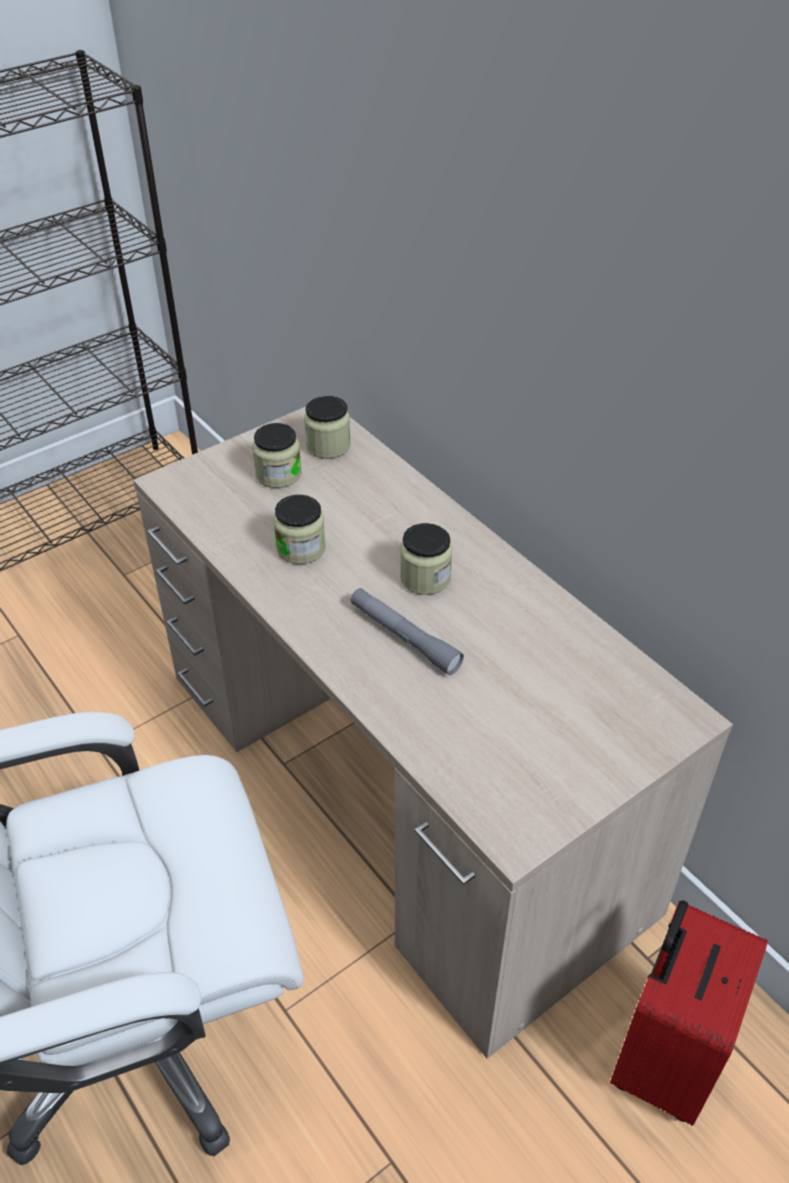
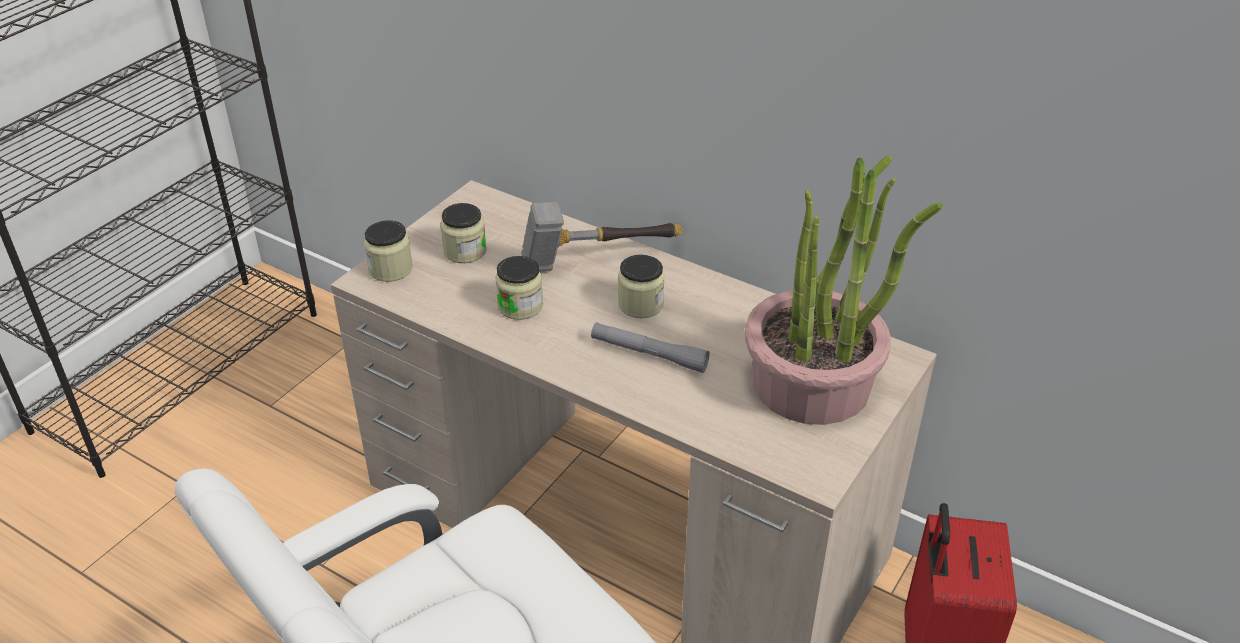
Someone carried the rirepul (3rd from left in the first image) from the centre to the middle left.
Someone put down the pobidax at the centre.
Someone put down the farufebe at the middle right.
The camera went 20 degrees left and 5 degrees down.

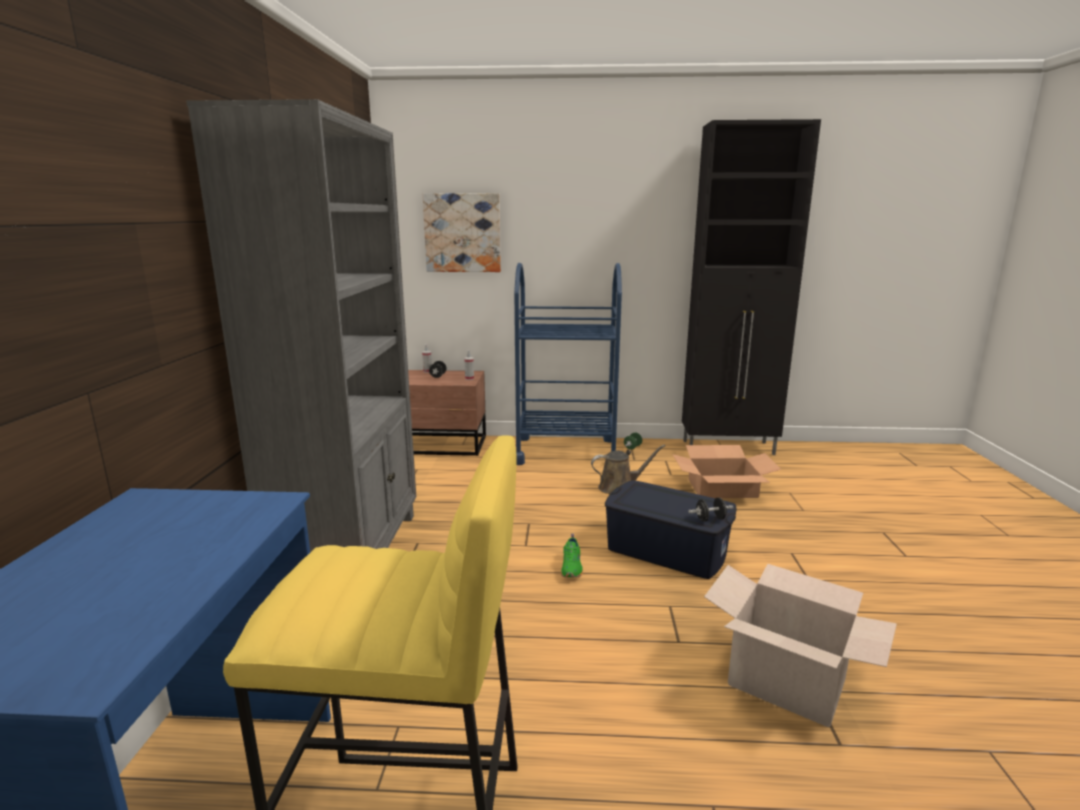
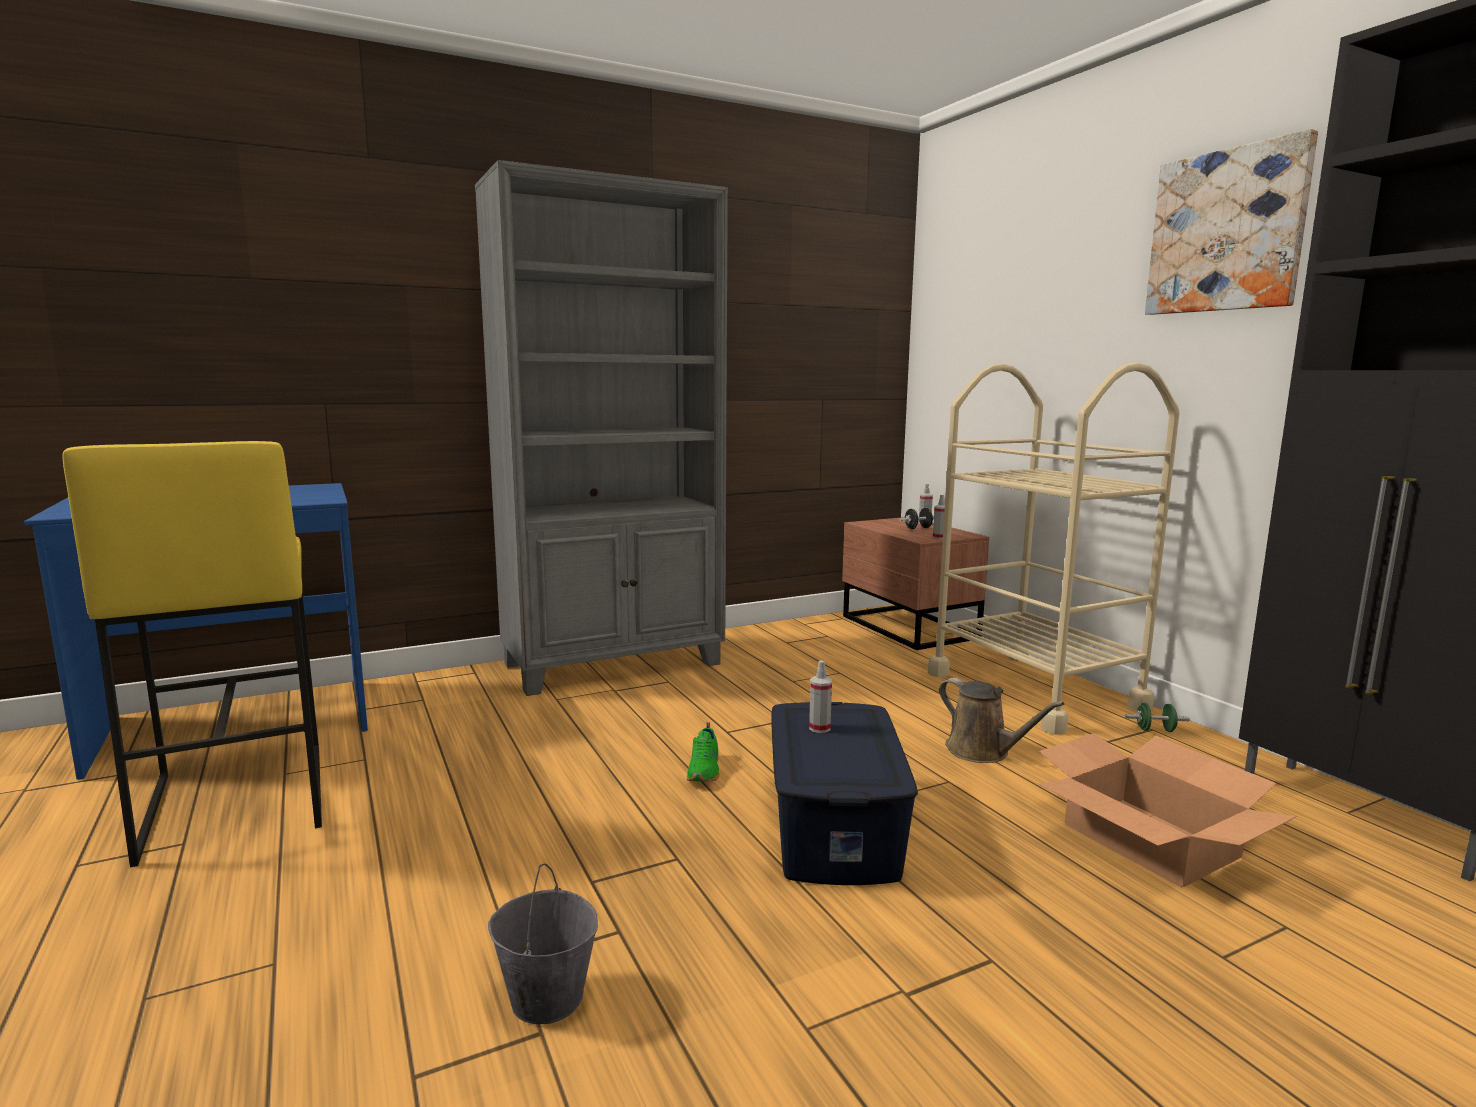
Someone swapped the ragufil (2nd from left) at the bottom right for the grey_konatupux at the bottom centre.
Someone rotated the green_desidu at the bottom centre by 60 degrees counterclockwise.
Someone put down the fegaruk (1st from left) at the centre.
Someone repainted the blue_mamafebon at the centre, which became the beige_mamafebon at the middle right.
Someone carried the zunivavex from the top centre to the top right.
Someone took away the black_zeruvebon (2nd from left) at the centre.
The camera went 60 degrees right and 5 degrees down.

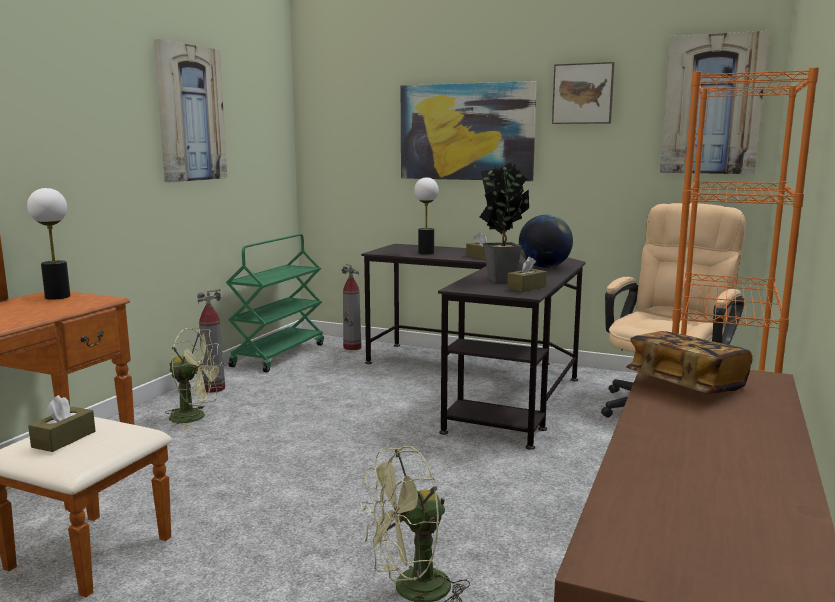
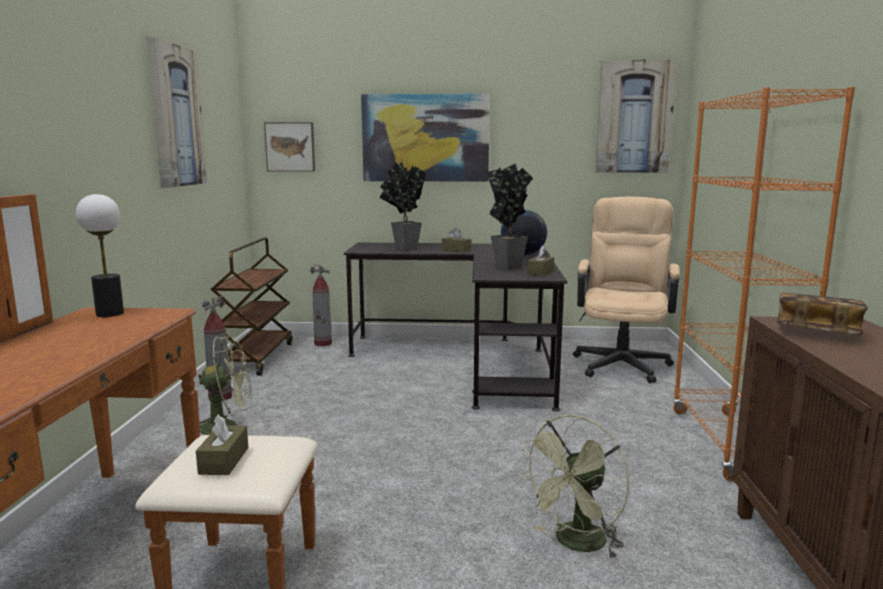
Someone repainted the green_mamafebon at the middle left, which became the brown_mamafebon at the middle left.
Someone carried the zunivavex (3rd from left in the first image) from the top right to the top left.
Someone swapped the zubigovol (2nd from left) at the centre for the farufebe (1st from left) at the centre.
The camera went 20 degrees left and 0 degrees up.

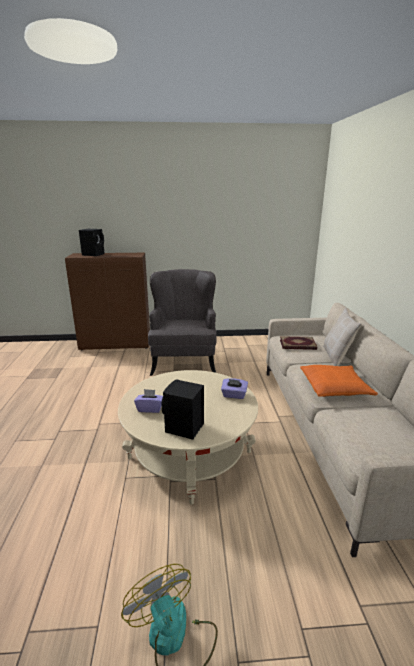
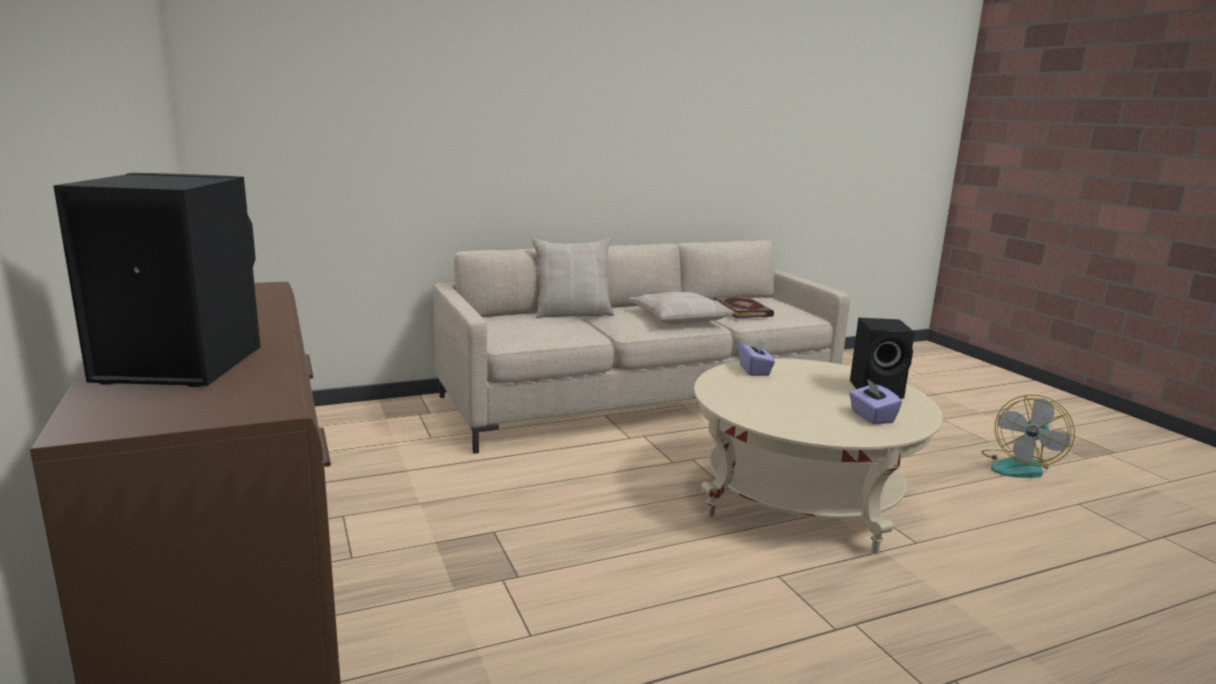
Someone repainted the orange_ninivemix at the middle right, which became the beige_ninivemix (2nd from left) at the centre.
Someone carried the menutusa from the middle right to the centre.
Someone took away the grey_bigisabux at the centre.
The camera went 110 degrees left and 5 degrees down.

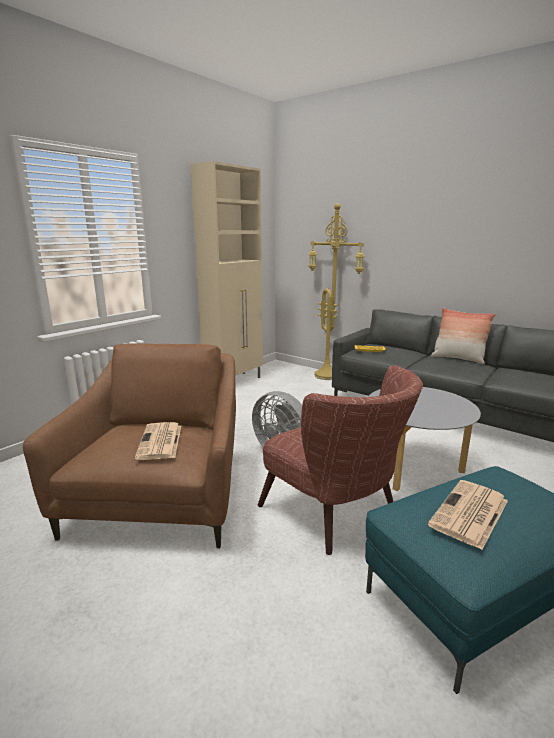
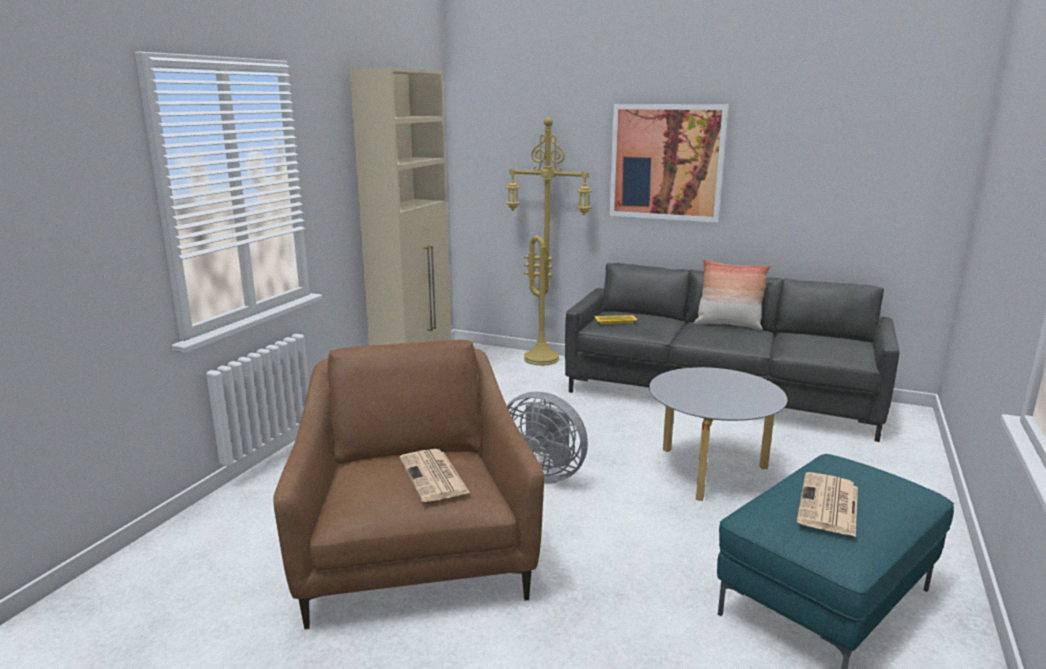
Someone put up the zunivavex at the top centre.
Someone took away the brown_bigisabux (2nd from left) at the centre.
The camera went 15 degrees left and 0 degrees up.

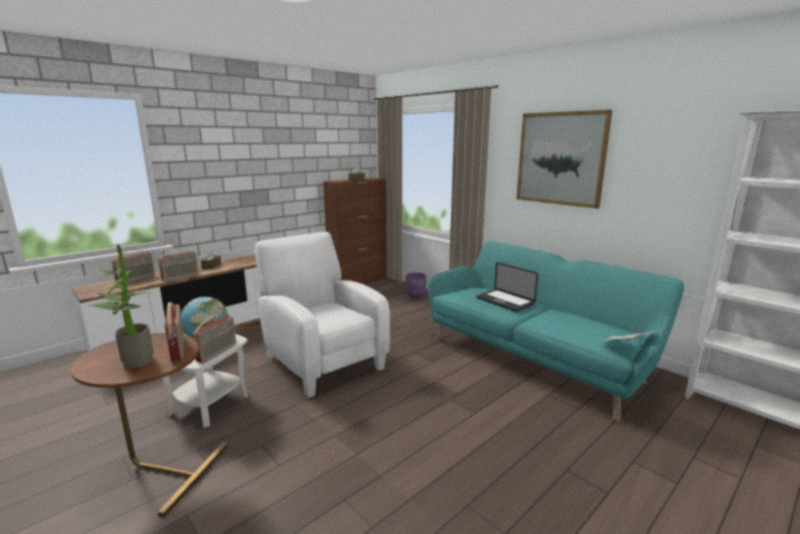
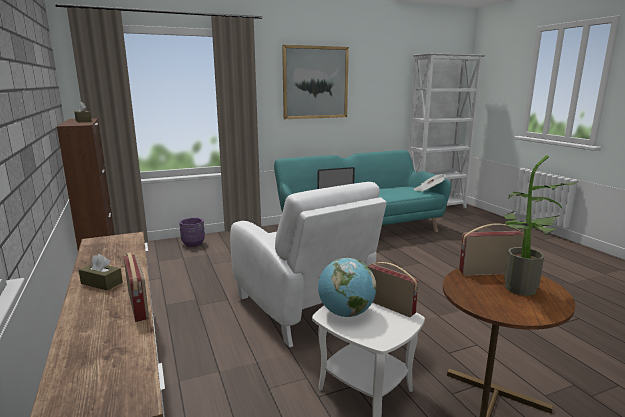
Someone rotated the white_bigisabux at the centre by 105 degrees counterclockwise.
Someone took away the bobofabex (1st from left) at the middle left.
The camera went 70 degrees left and 0 degrees up.

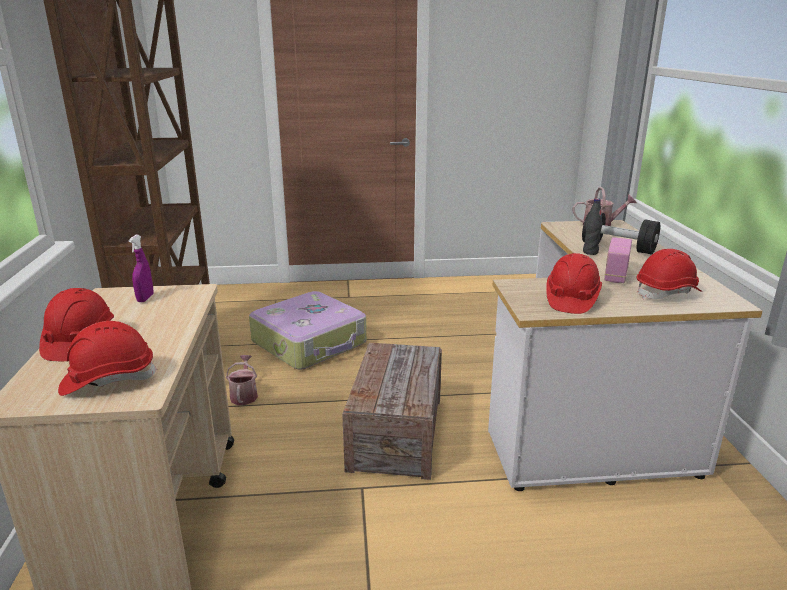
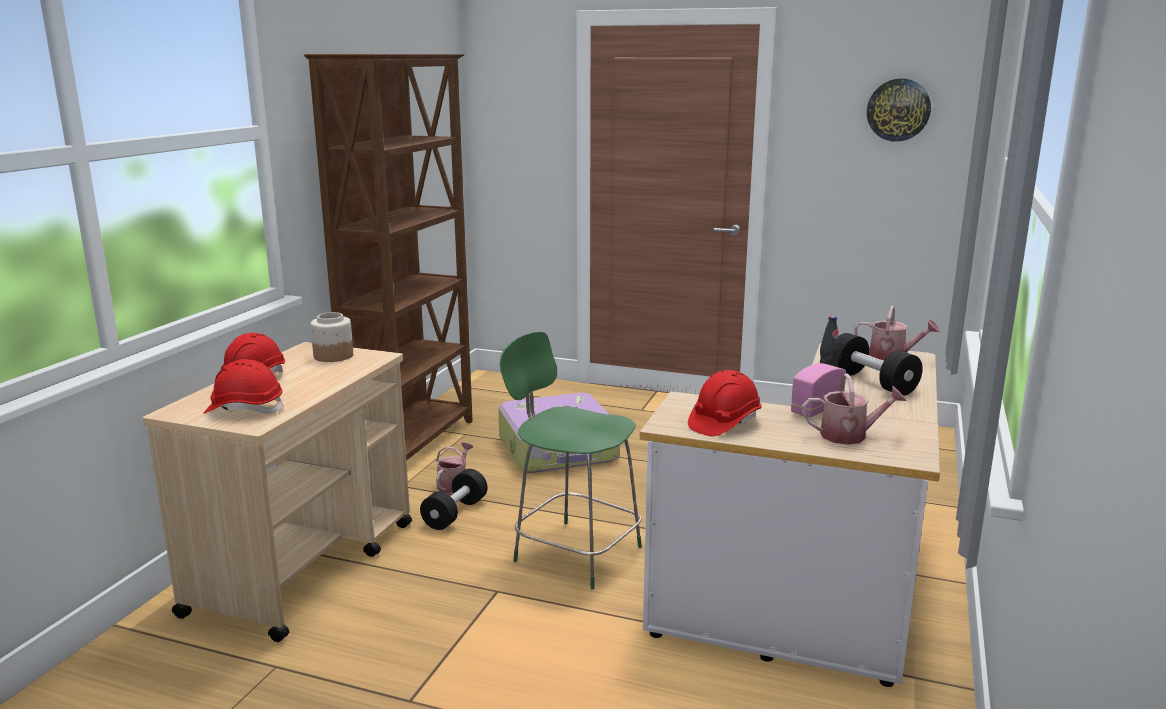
Someone swapped the purple_fegaruk at the middle left for the rirepul at the middle left.
Someone put down the black_zeruvebon (1st from left) at the bottom centre.
Someone swapped the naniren at the bottom centre for the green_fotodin at the centre.
Someone swapped the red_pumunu (4th from left) at the middle right for the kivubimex (2nd from left) at the middle right.
Someone put up the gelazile at the top right.
The camera went 25 degrees right and 5 degrees down.

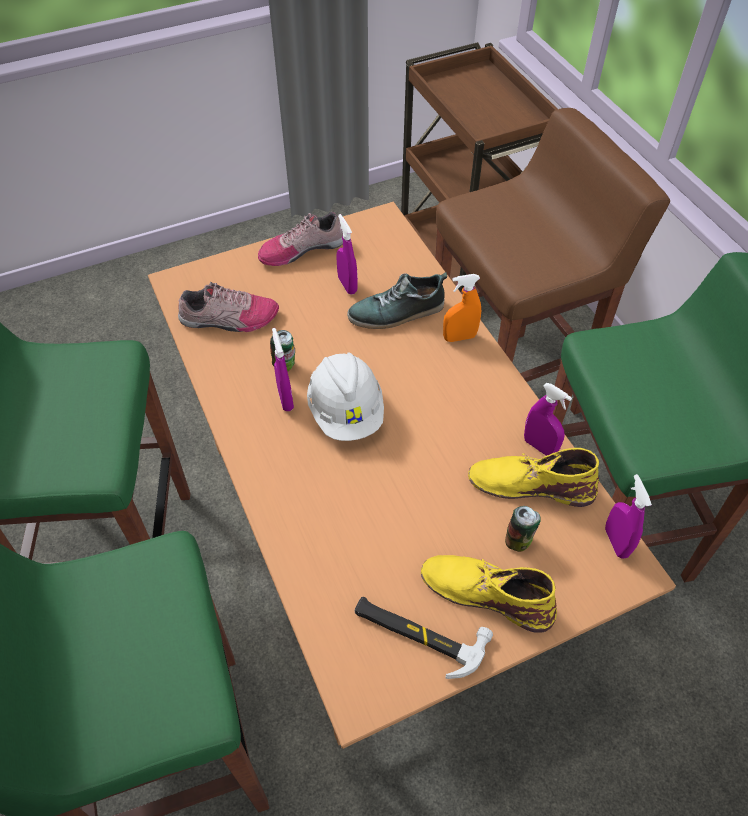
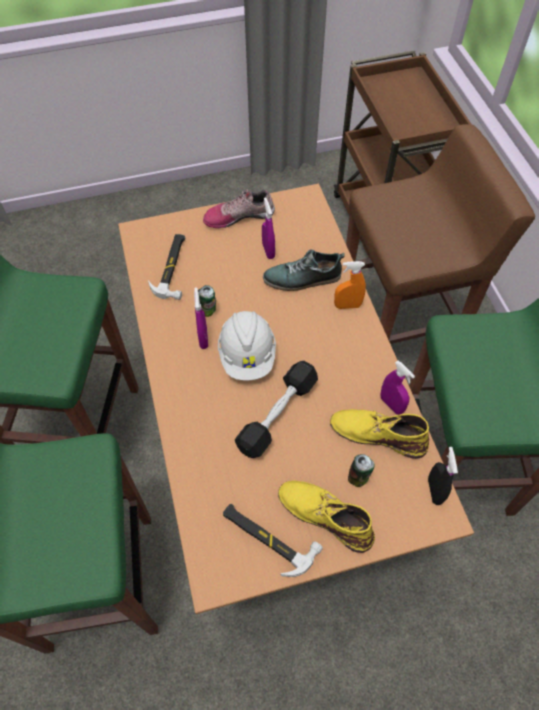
Someone swapped the desidu (1st from left) at the middle left for the pobidax (1st from left) at the middle left.
Someone put down the black_zeruvebon at the centre.
Someone repainted the purple_fegaruk (4th from left) at the middle right, which became the black_fegaruk at the bottom right.
The camera went 10 degrees right and 5 degrees up.

